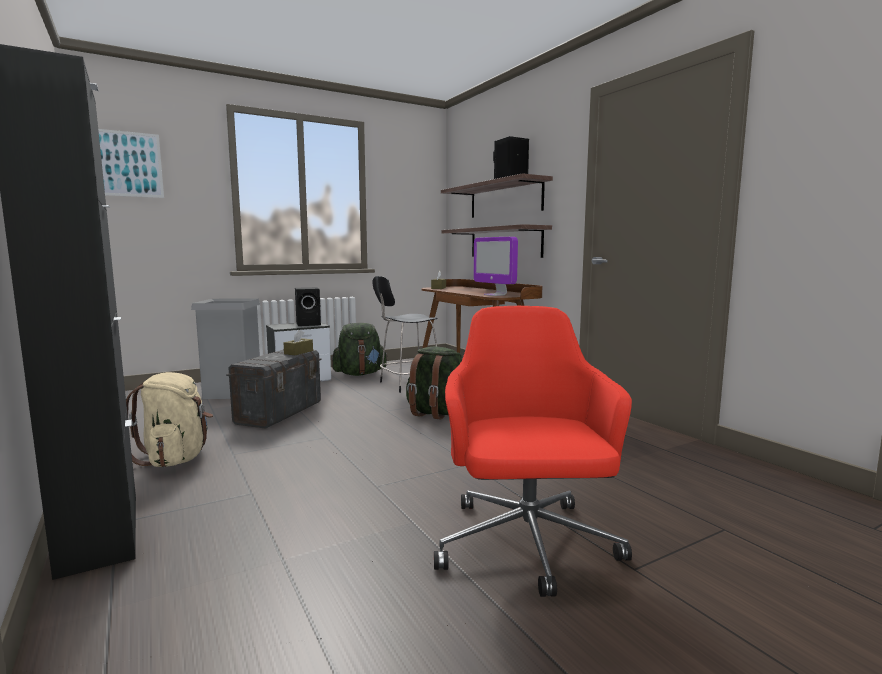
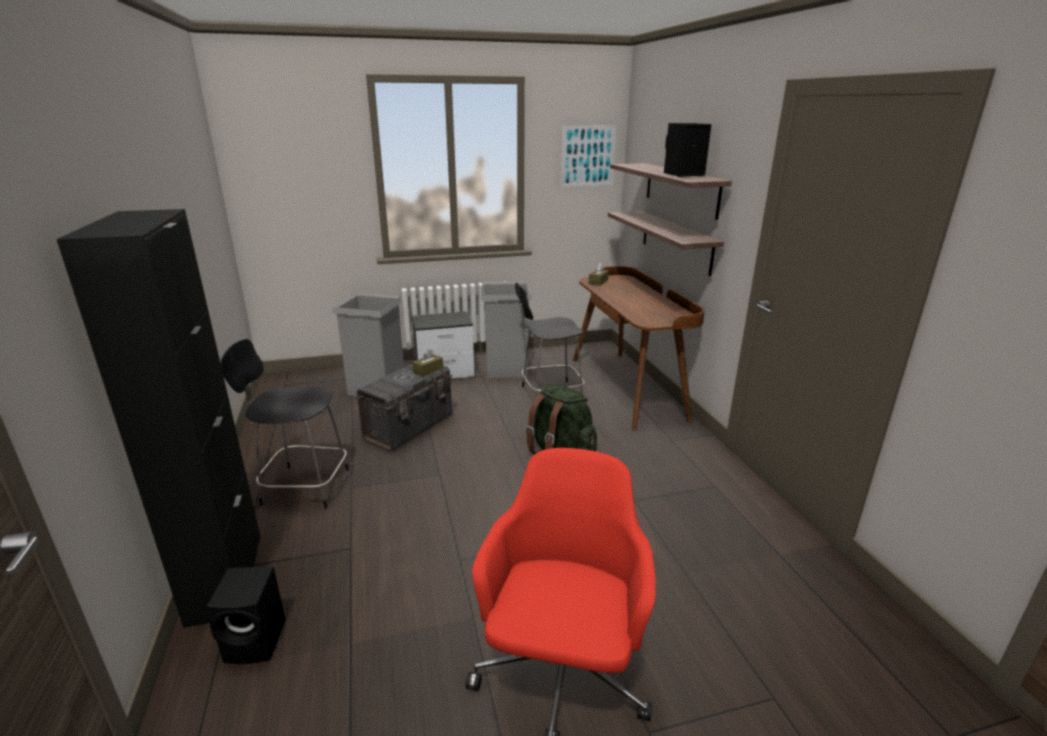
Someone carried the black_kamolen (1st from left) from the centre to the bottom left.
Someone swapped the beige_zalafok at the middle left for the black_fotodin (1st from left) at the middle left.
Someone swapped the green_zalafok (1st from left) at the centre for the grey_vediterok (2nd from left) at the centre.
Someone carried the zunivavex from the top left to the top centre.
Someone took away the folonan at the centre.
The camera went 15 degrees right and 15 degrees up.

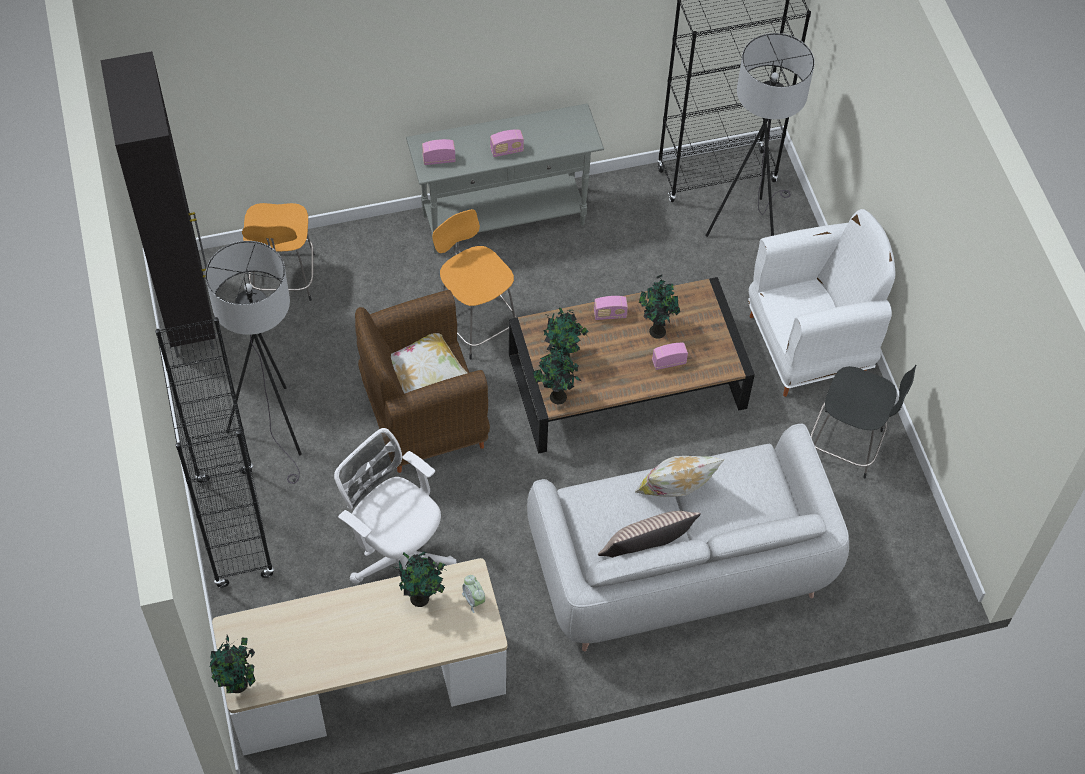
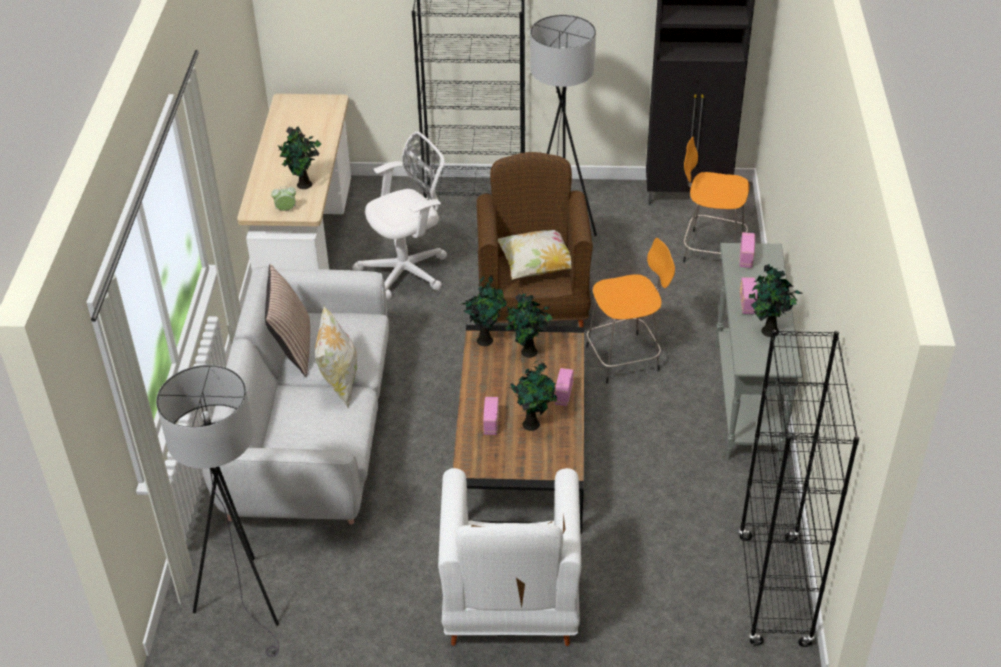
Someone carried the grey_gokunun (2nd from left in the first image) from the top right to the bottom left.
Someone carried the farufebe (1st from left in the first image) from the bottom left to the middle right.
Someone took away the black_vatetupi at the middle right.
The camera went 110 degrees right and 15 degrees down.

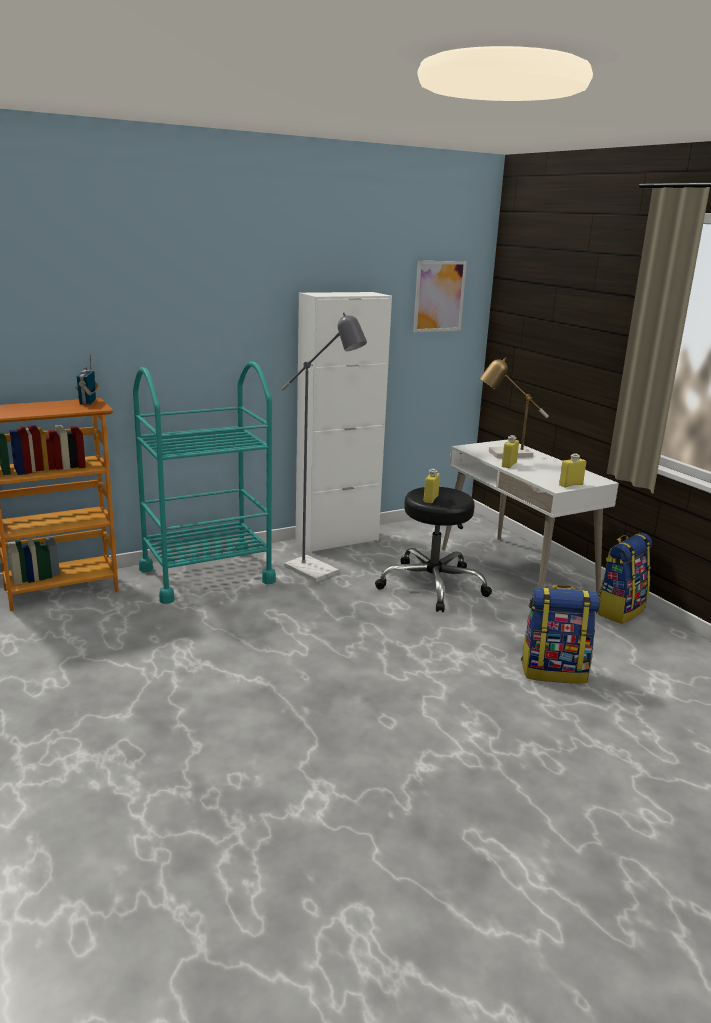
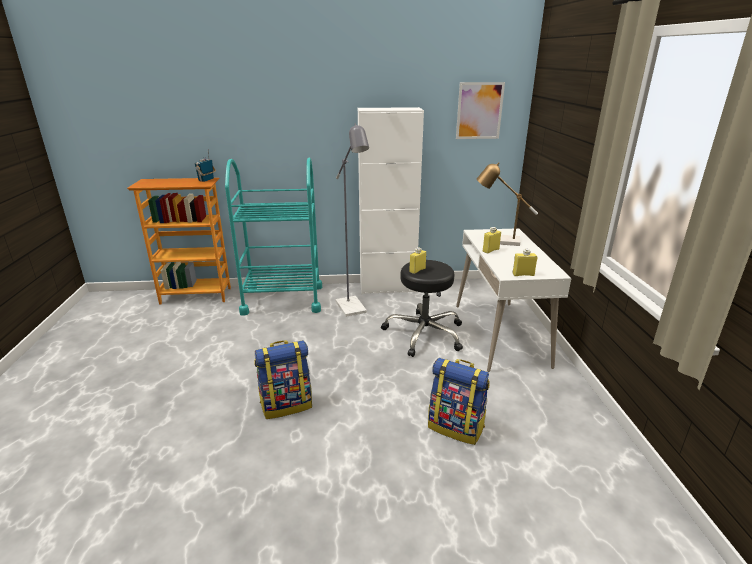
Someone carried the zalafok (2nd from left in the first image) from the middle right to the bottom centre.
The camera went 25 degrees right and 5 degrees up.

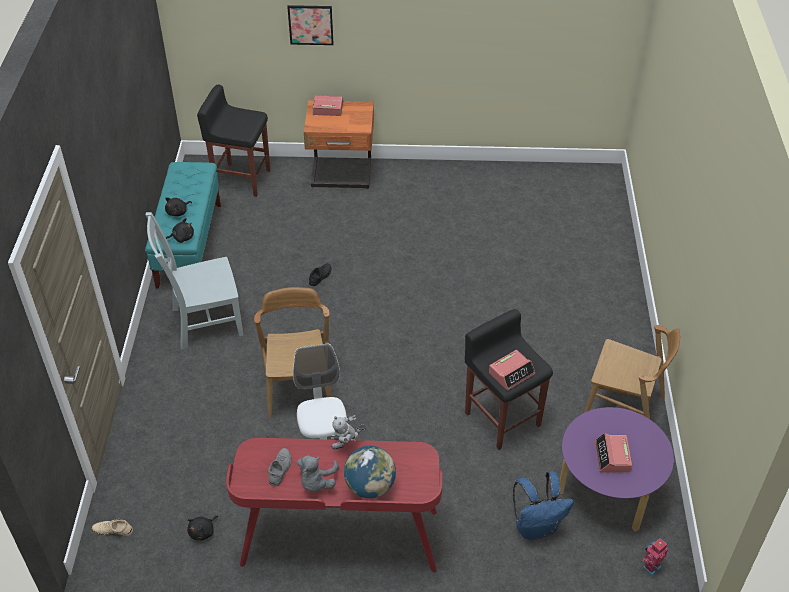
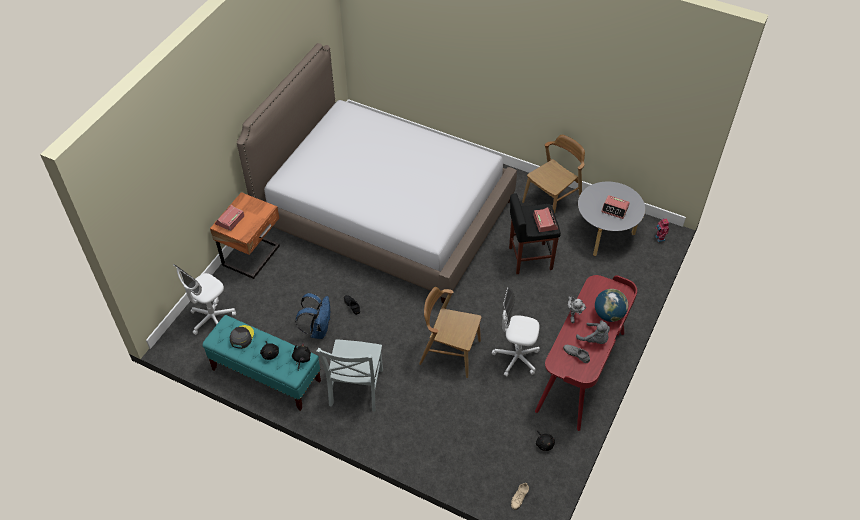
Someone swapped the black_vatetupi (1st from left) at the top left for the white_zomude (1st from left) at the middle left.
Someone put down the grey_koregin at the middle left.
Someone put down the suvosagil at the top centre.
Someone carried the blue_zalafok from the bottom right to the centre.
Someone repainted the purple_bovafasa at the bottom right, which became the grey_bovafasa at the middle right.
Someone took away the zunivavex at the top centre.
The camera went 65 degrees left and 5 degrees up.

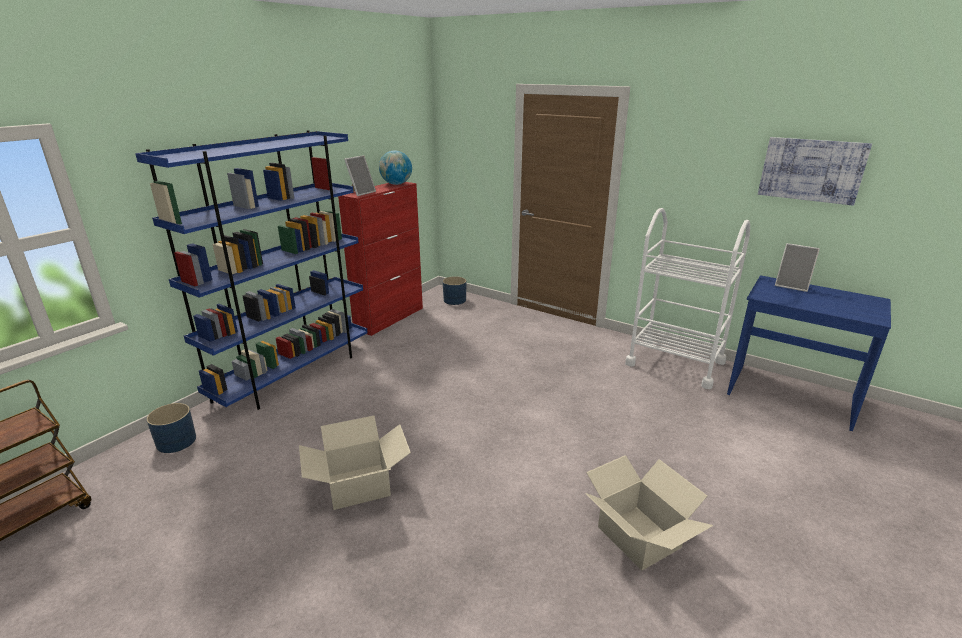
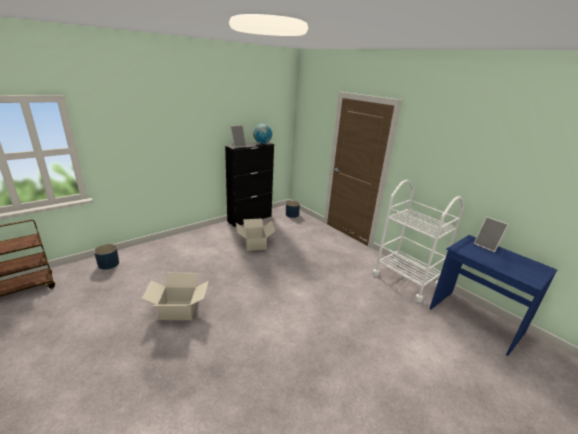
Someone repainted the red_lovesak at the centre, which became the black_lovesak at the centre.
Someone carried the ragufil (2nd from left) from the bottom right to the centre.
Someone took away the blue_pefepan at the middle left.
Someone took away the zunivavex at the top right.
The camera went 15 degrees right and 0 degrees up.

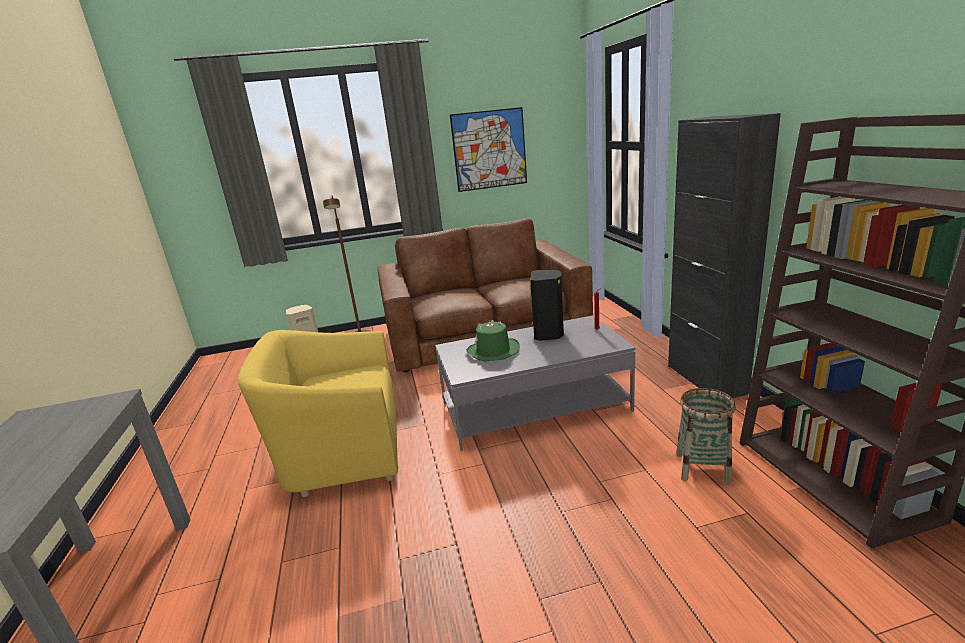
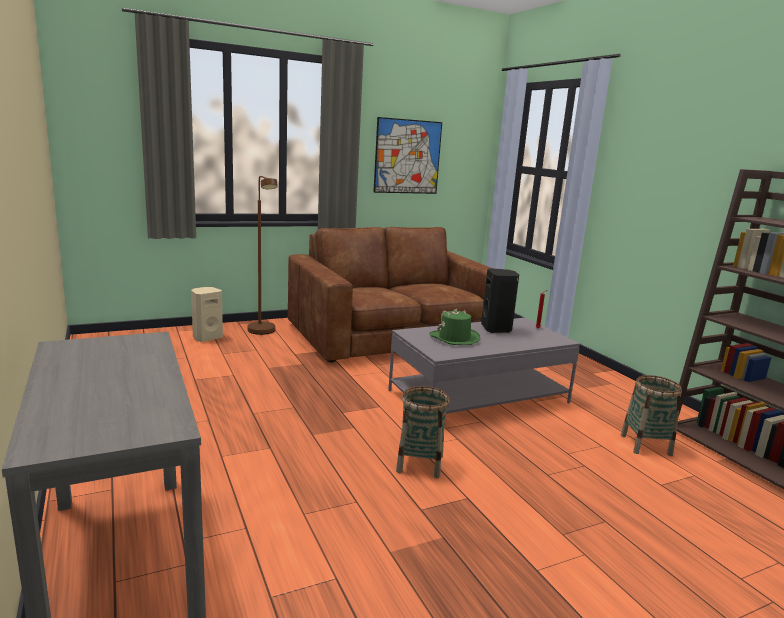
Someone put down the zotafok (1st from left) at the bottom centre.
Someone took away the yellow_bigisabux at the middle left.
Someone took away the black_lovesak at the middle right.
The camera went 15 degrees left and 5 degrees down.

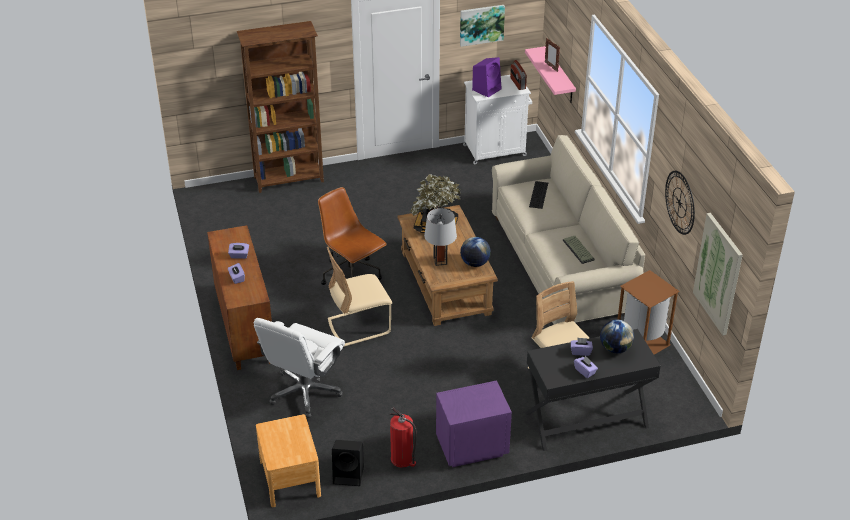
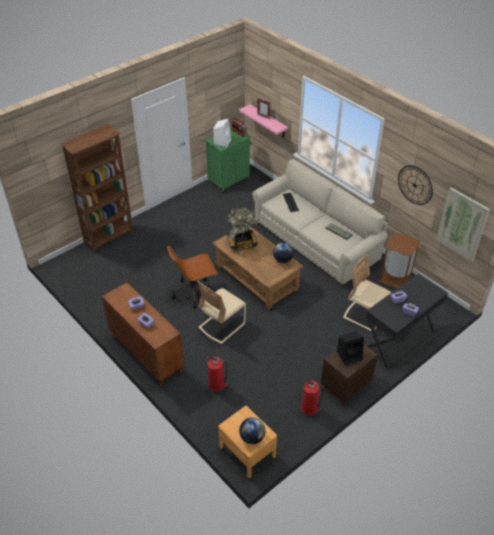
Someone rotated the brown_zomude at the centre by 45 degrees counterclockwise.
Someone repainted the white_lovesak at the top centre, which became the green_lovesak at the top centre.
Someone swapped the white_zomude at the bottom centre for the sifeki (1st from left) at the bottom centre.
Someone repainted the purple_kamolen at the top centre, which became the white_kamolen at the top centre.
Someone carried the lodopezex (2nd from left in the first image) from the middle right to the bottom centre.
Someone repainted the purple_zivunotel at the bottom centre, which became the brown_zivunotel (2nd from left) at the bottom right.
Someone carried the black_kamolen from the bottom centre to the middle right.
Someone took away the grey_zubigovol at the centre.
Someone took away the zunivavex (1st from left) at the top centre.
The camera went 25 degrees left and 5 degrees up.

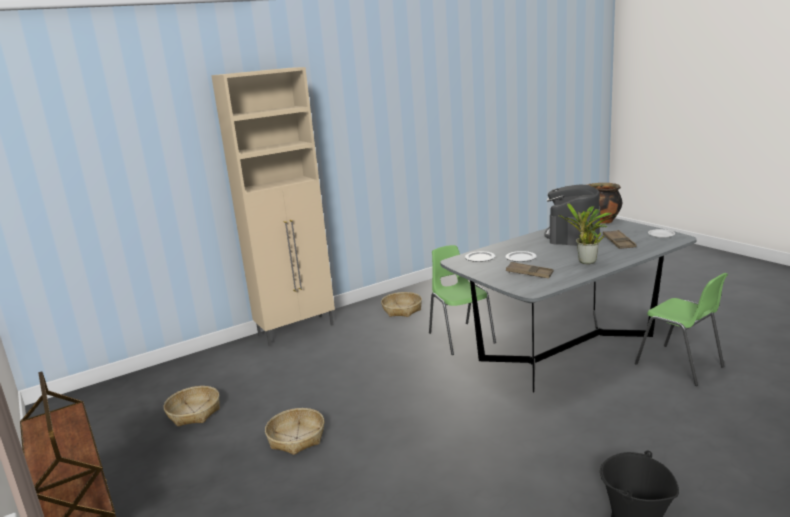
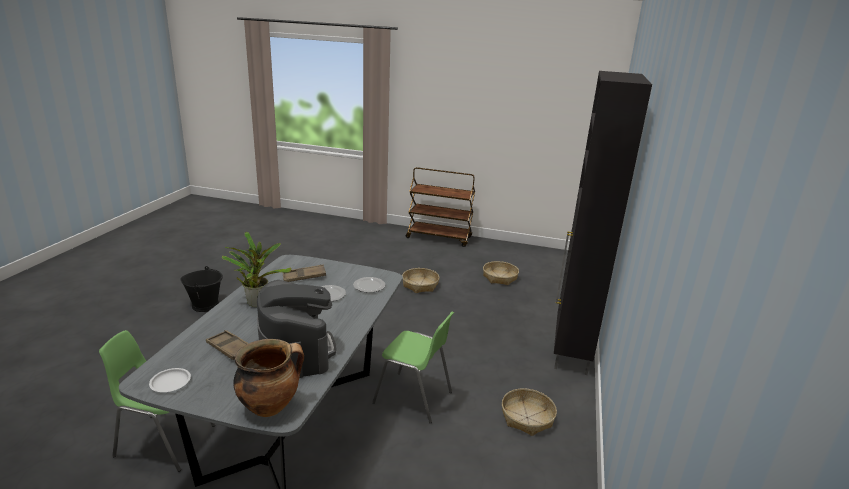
Someone repainted the beige_lovesak at the centre, which became the black_lovesak at the middle right.
The camera went 135 degrees right and 5 degrees up.

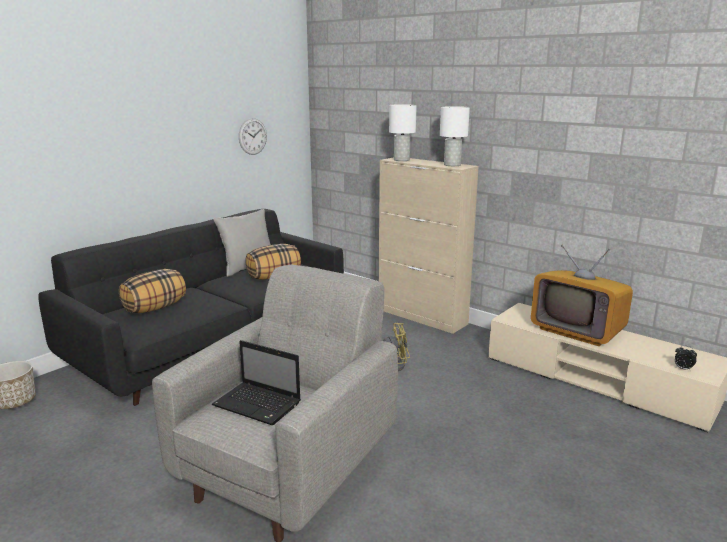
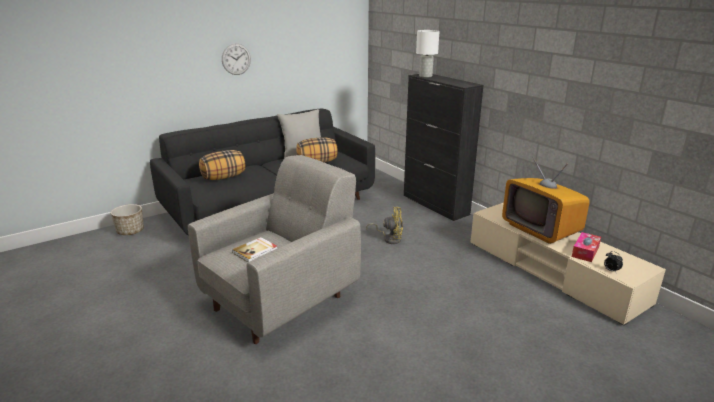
Someone carried the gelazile from the top centre to the top left.
Someone swapped the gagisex at the bottom centre for the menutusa at the centre.
Someone repainted the beige_lovesak at the centre, which became the black_lovesak at the centre.
Someone put down the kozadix at the middle right.
Someone took away the white_zubigovol (2nd from left) at the top centre.
The camera went 15 degrees right and 5 degrees up.

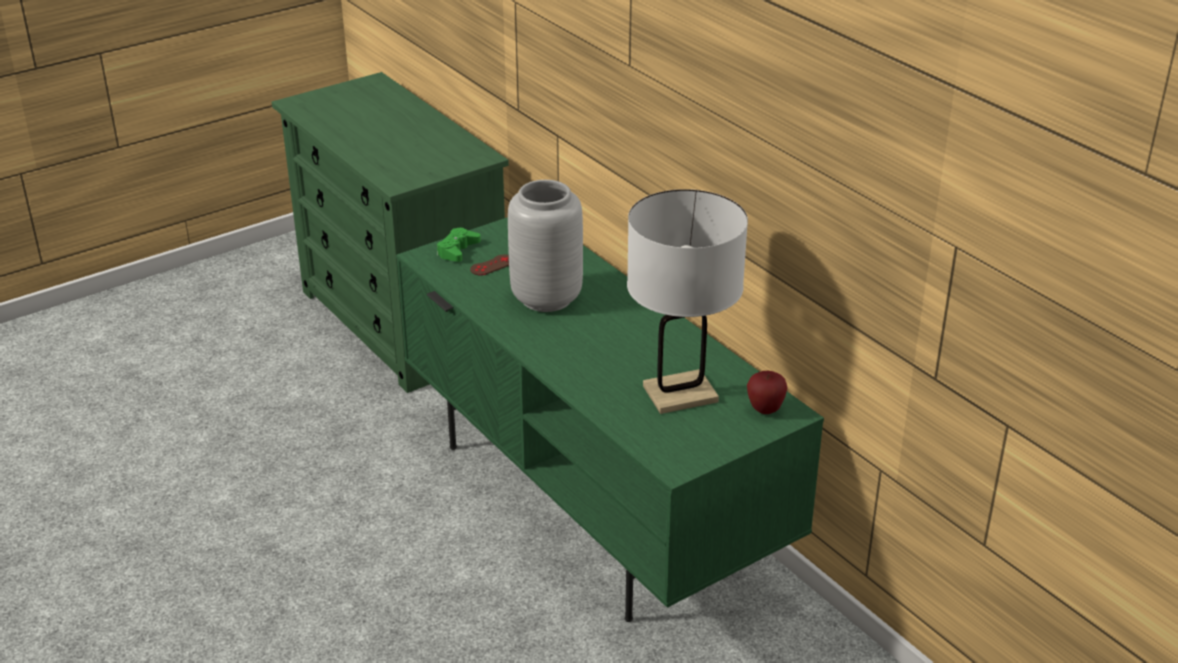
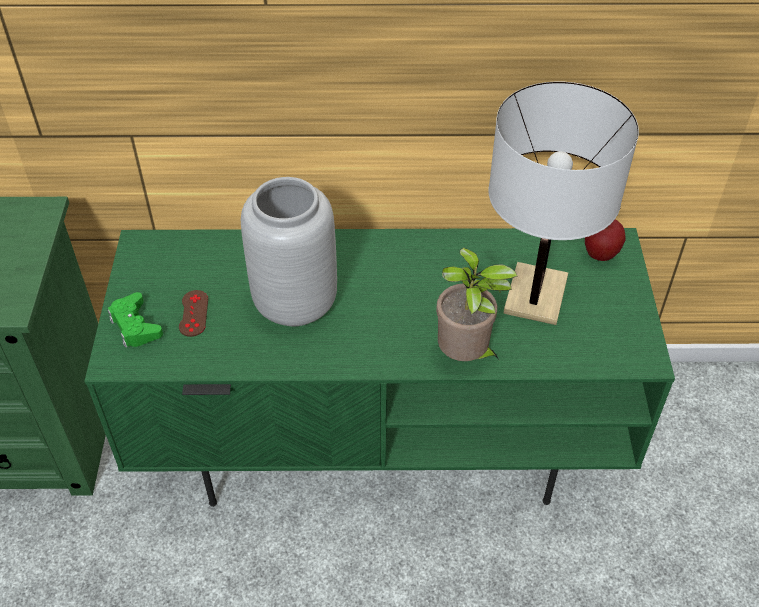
Someone put down the farufebe at the centre.
The camera went 55 degrees left and 15 degrees up.

